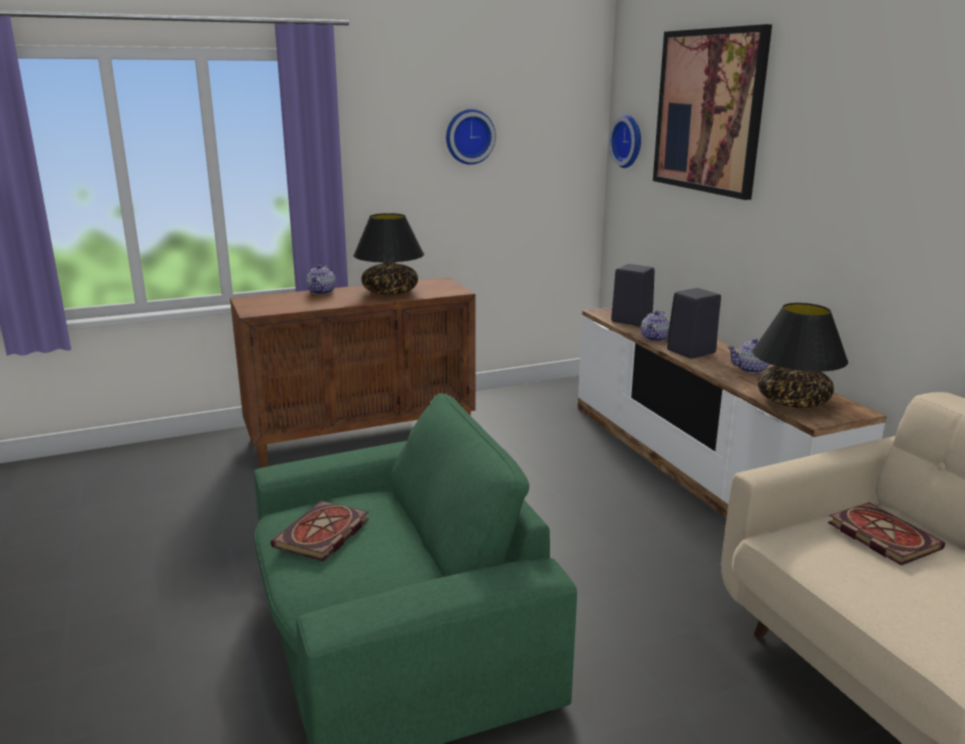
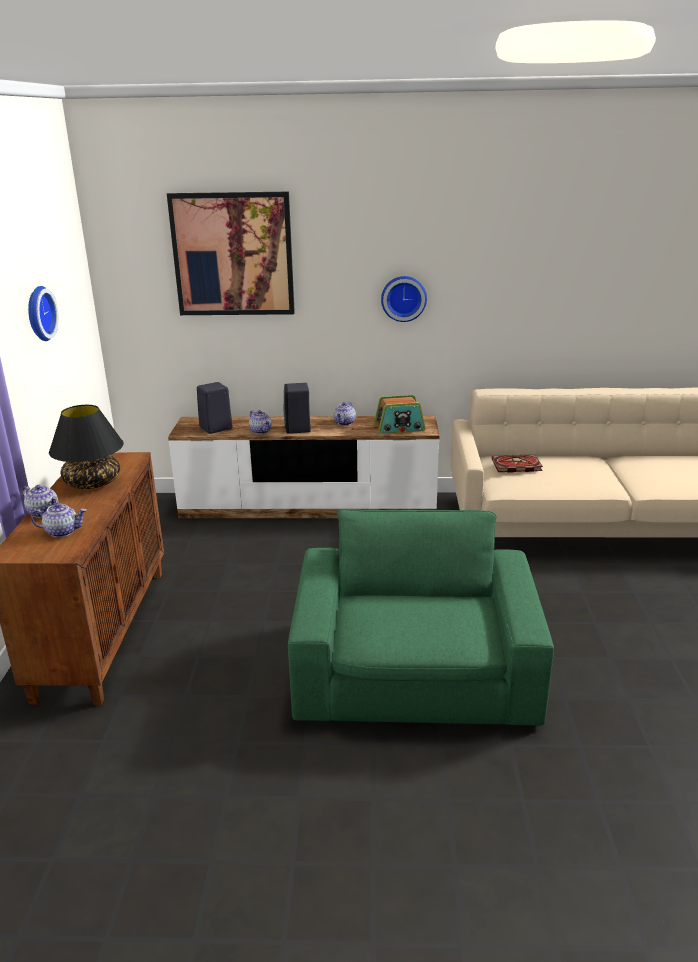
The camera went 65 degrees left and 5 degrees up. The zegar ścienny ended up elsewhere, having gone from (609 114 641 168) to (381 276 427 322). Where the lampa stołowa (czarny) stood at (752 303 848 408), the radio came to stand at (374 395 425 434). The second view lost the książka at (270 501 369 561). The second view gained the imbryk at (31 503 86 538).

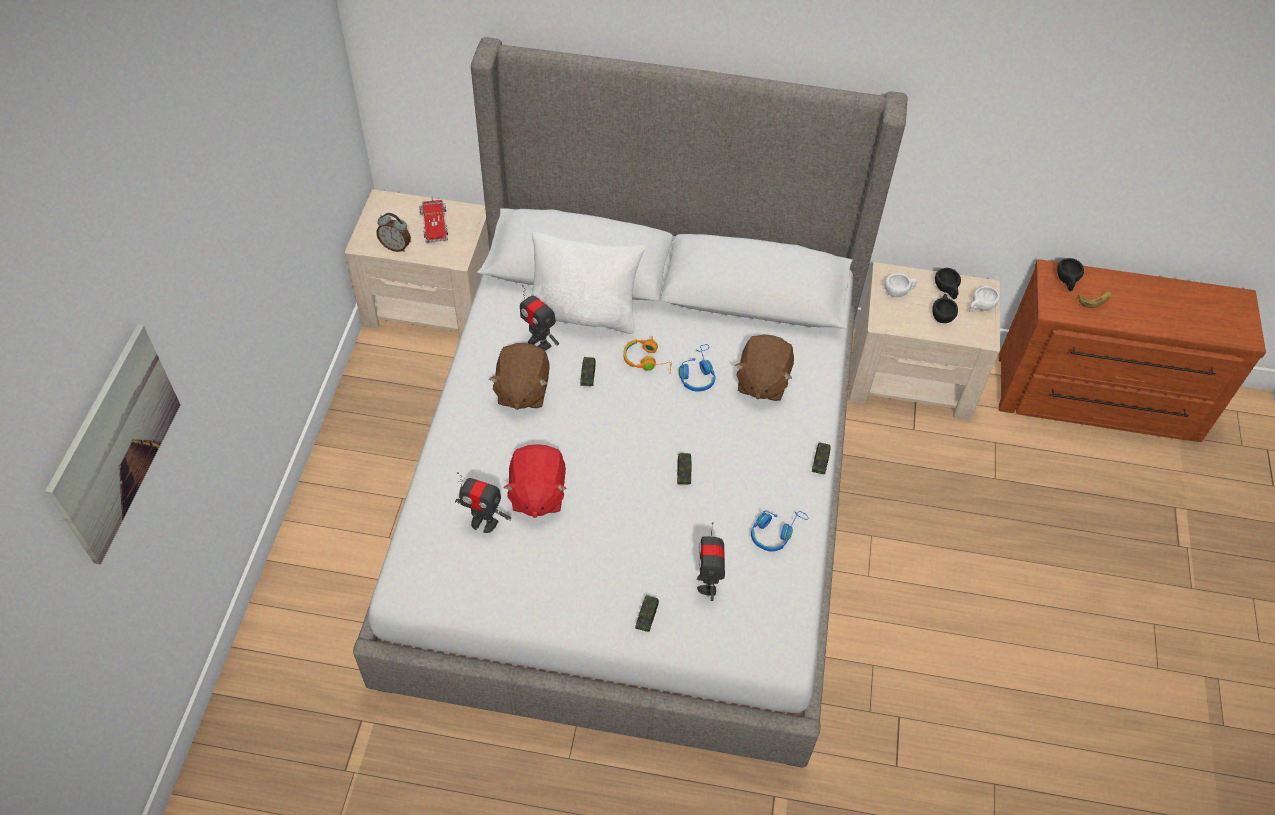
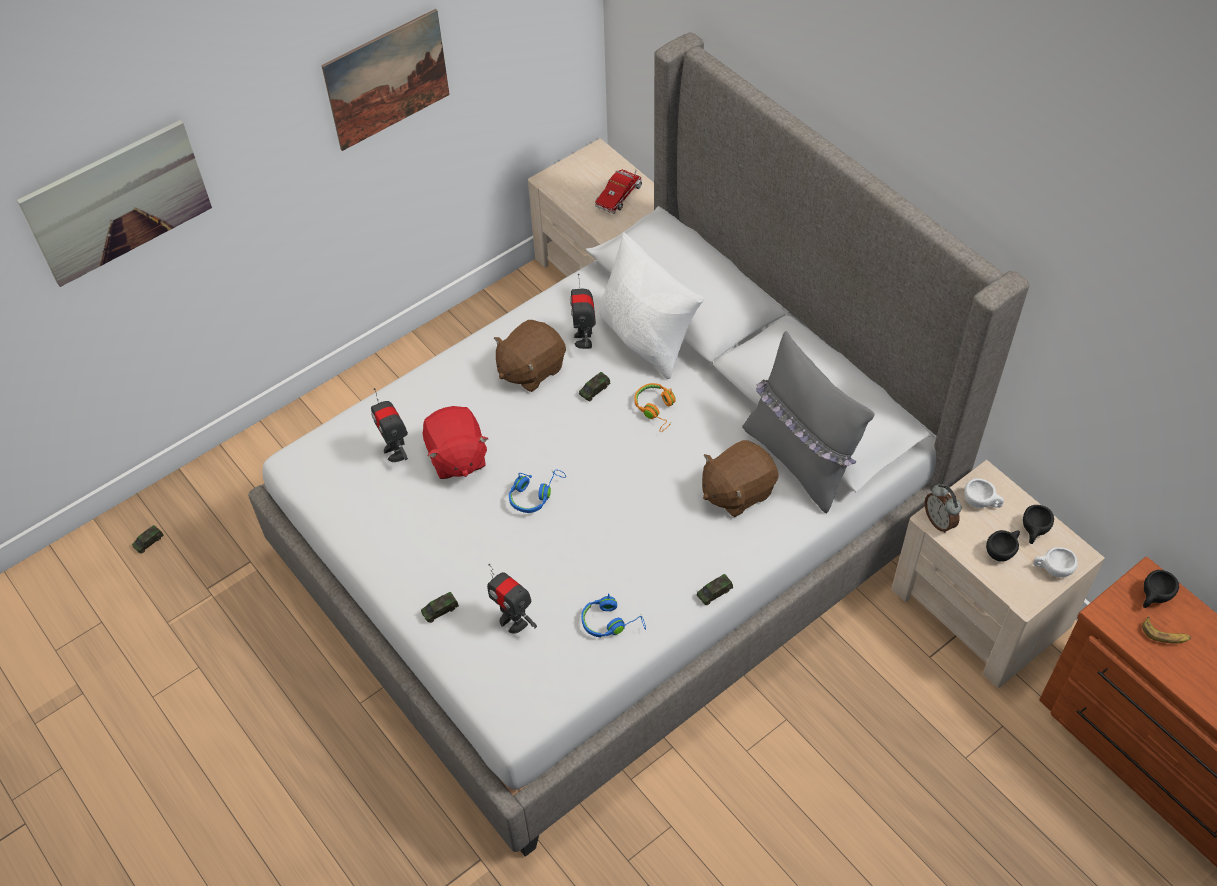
The camera went 45 degrees right and 0 degrees up. The budzik ended up elsewhere, having gone from (376 213 411 252) to (925 484 961 533). The słuchawki (niebieski) ended up elsewhere, having gone from (679 344 716 391) to (509 469 566 513). The pluszak (czerwony) at (503 444 567 518) ended up facing another way, 60 degrees counterclockwise from before. The samochodzik ended up elsewhere, having gone from (677 453 691 485) to (132 525 164 553). The robot zabawkowy at (697 522 725 601) ended up facing another way, 90 degrees counterclockwise from before. The second view gained the obraz at (321 9 450 151). The second view gained the poduszka (szary) at (742 331 875 513).

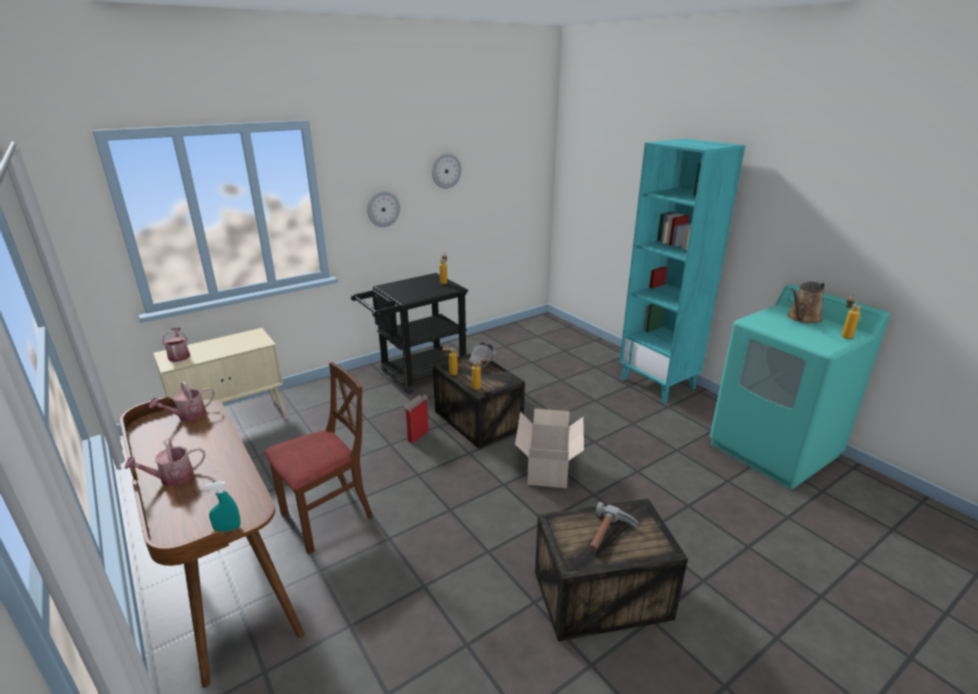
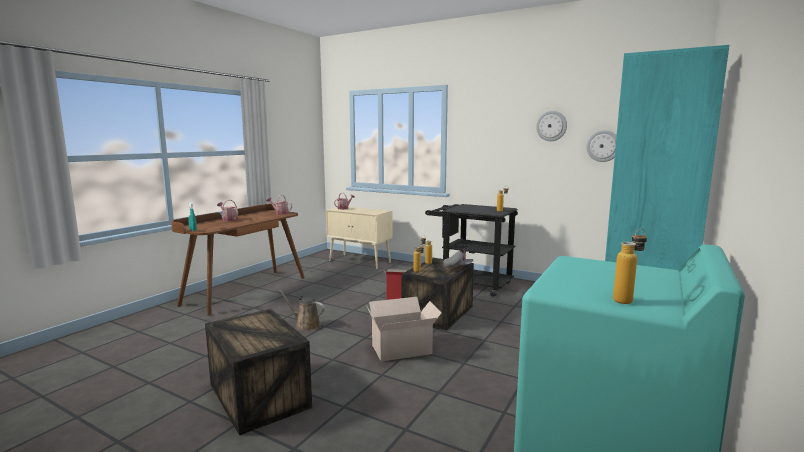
The camera went 65 degrees right and 15 degrees down. The zegar ścienny ended up elsewhere, having gone from (367 191 400 227) to (587 130 617 162). The konewka (brązowy) ended up elsewhere, having gone from (787 281 825 323) to (279 290 325 331). The second view lost the krzesło (brązowy) at (265 362 373 554). The second view lost the młotek at (590 502 638 552).

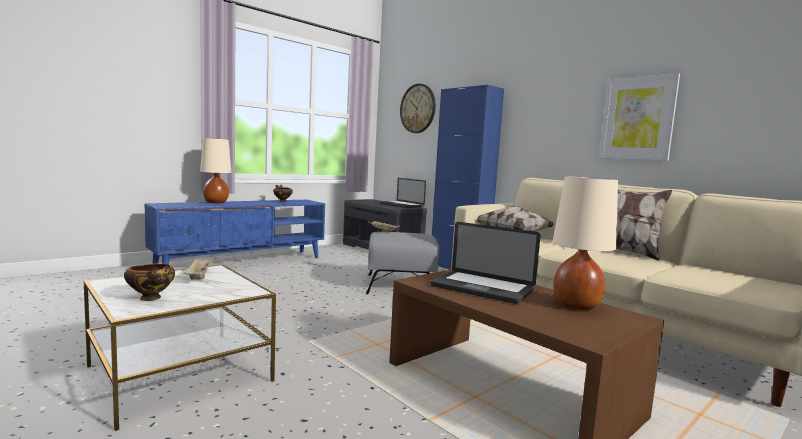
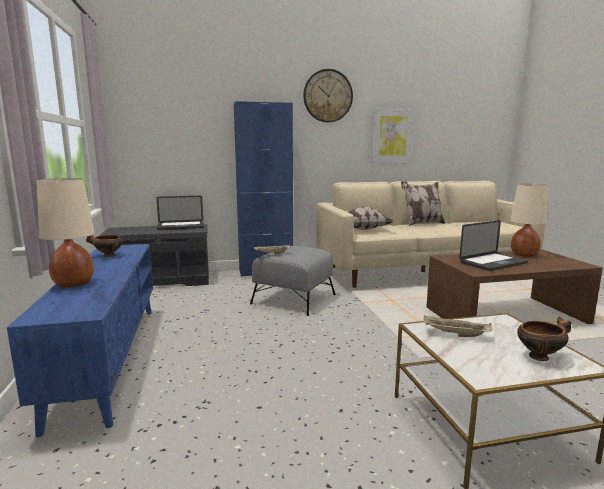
The camera went 60 degrees left and 5 degrees up. The zegar ścienny ended up elsewhere, having gone from (400 84 436 133) to (303 69 353 122).

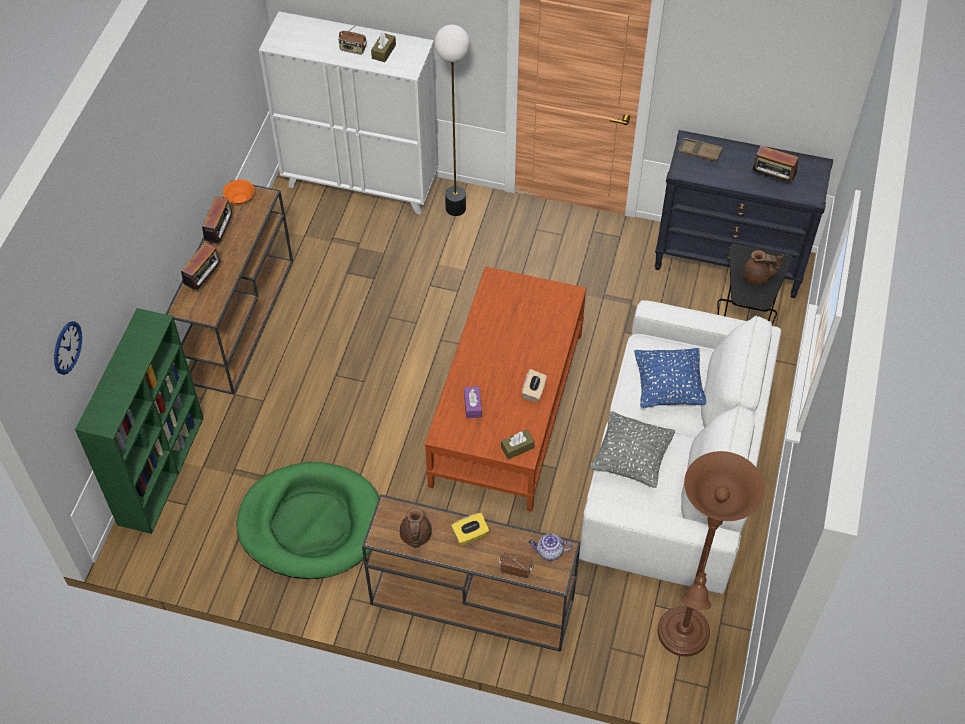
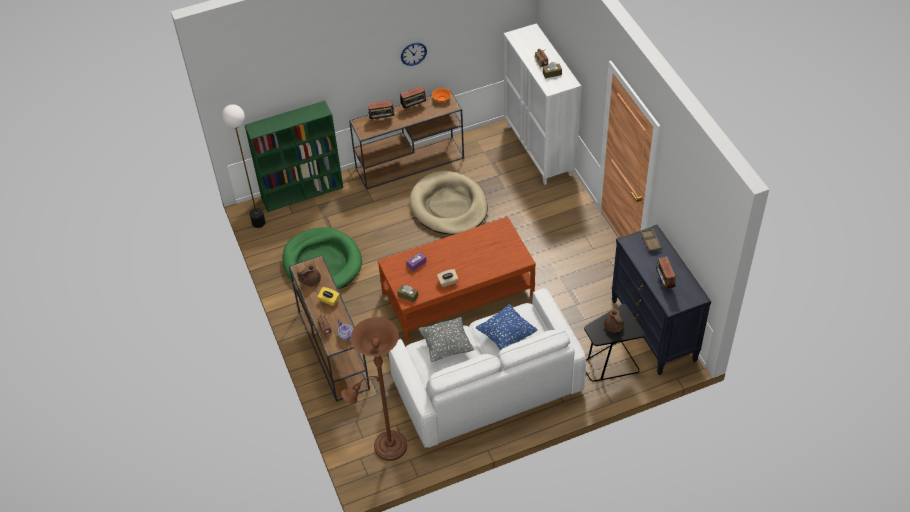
The camera went 55 degrees right and 5 degrees down. The lampa stojąca ended up elsewhere, having gone from (434 25 469 216) to (222 104 266 228). The zegar ścienny ended up elsewhere, having gone from (54 321 82 375) to (401 43 427 66). The second view gained the legowisko (beżowy) at (410 171 488 235).

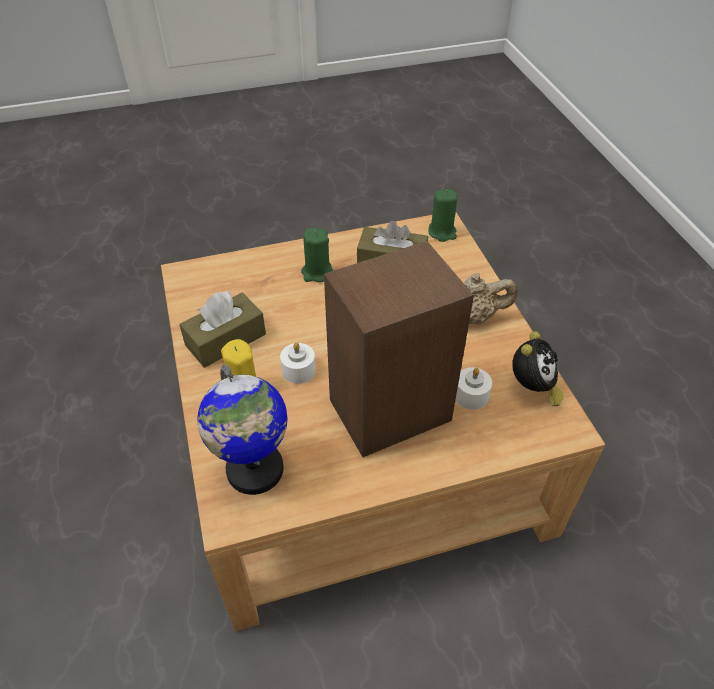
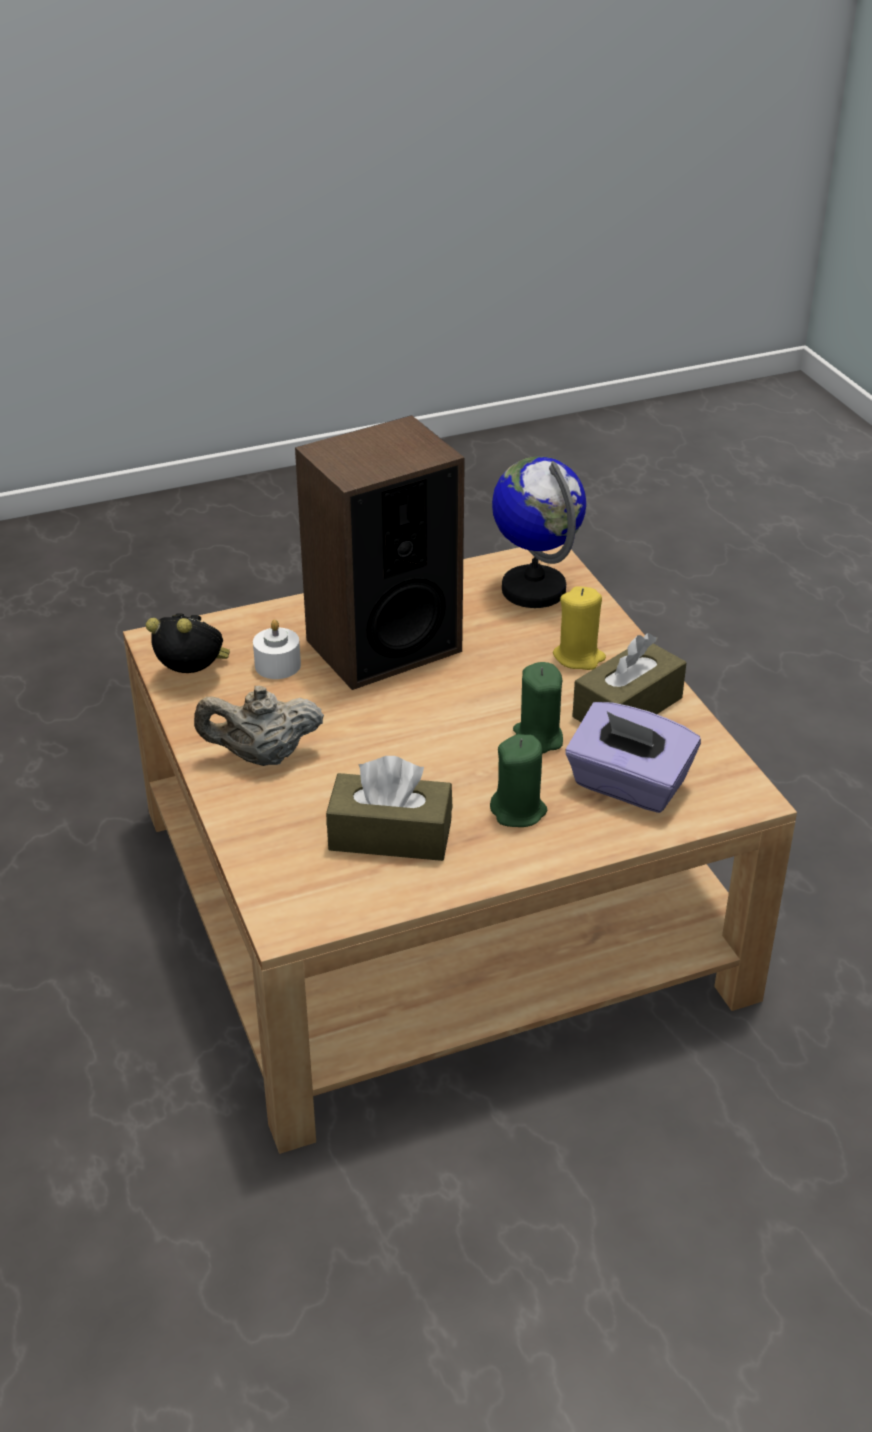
The camera went 175 degrees right and 10 degrees down. The świeca (zielony) ended up elsewhere, having gone from (428 189 458 242) to (513 662 563 754). The budzik at (512 331 564 406) ended up facing another way, 90 degrees clockwise from before. The second view lost the świeca (biały) at (280 342 316 384). The second view gained the pudełko chusteczek (fioletowy) at (565 702 701 813).

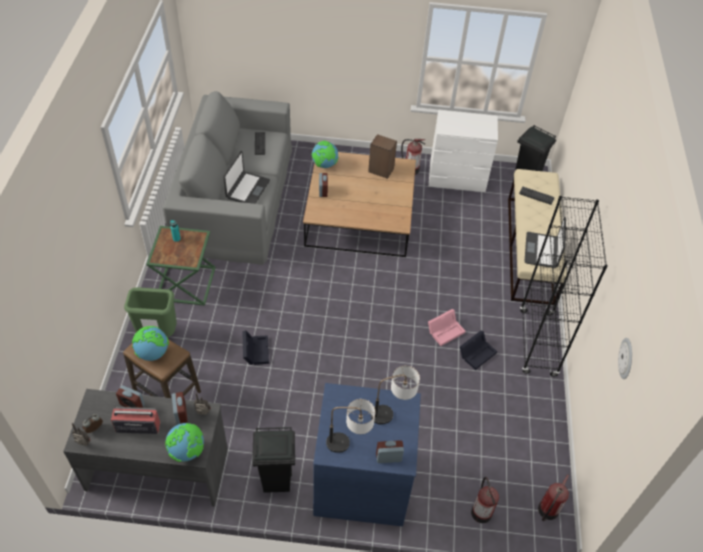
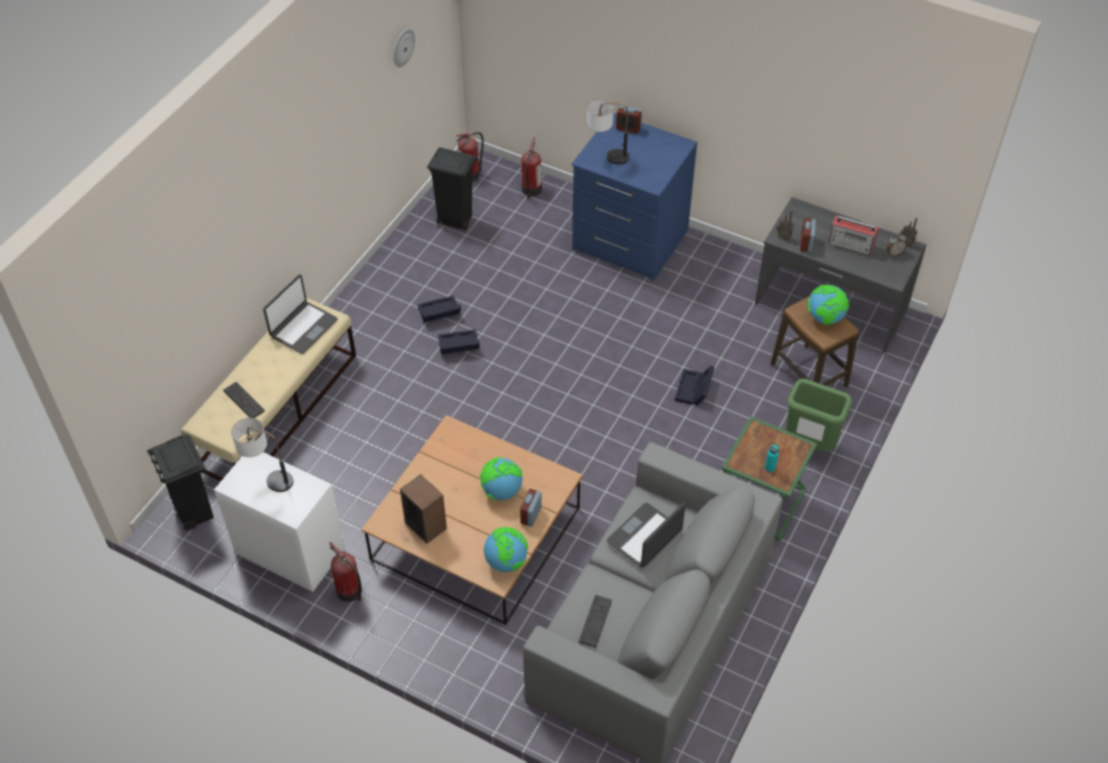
The camera went 155 degrees left and 0 degrees up. The second view lost the regał (czarny) at (520 196 608 377). What was the pojemnik do przechowywania (różowy) at (428 309 465 346) turned into the pojemnik do przechowywania (czarny) at (438 329 480 354). The second view lost the budzik at (116 385 145 408). The lampa stołowa ended up elsewhere, having gone from (326 399 375 453) to (231 418 293 492). The globus ended up elsewhere, having gone from (165 423 204 462) to (480 457 522 500). The kosz na śmieci (czarny) ended up elsewhere, having gone from (252 427 295 493) to (427 147 477 231).

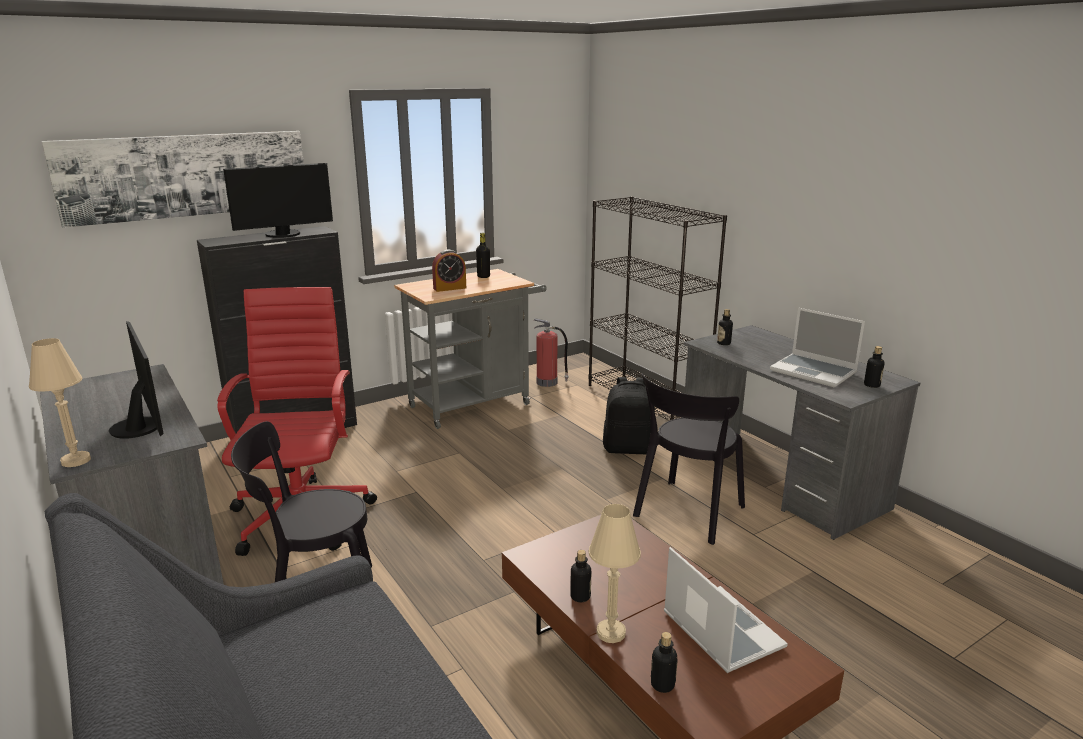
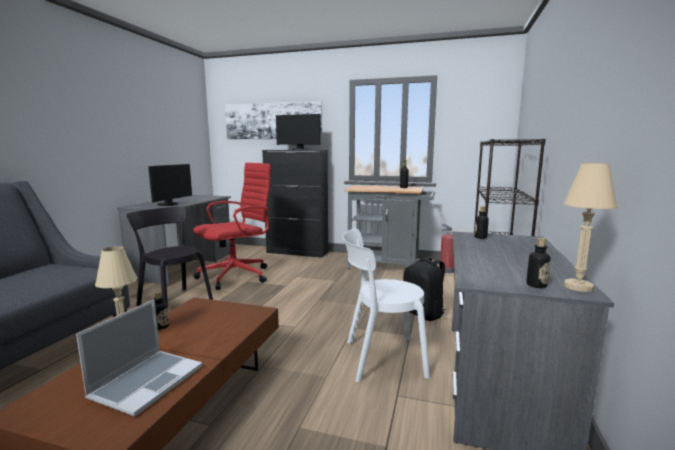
The camera went 50 degrees right and 10 degrees down. The second view lost the budzik at (432 250 466 292). The second view lost the laptop at (770 308 865 387). The lampa stołowa (beżowy) ended up elsewhere, having gone from (29 338 91 467) to (564 163 617 292). What was the krzesło (czarny) at (633 373 745 545) turned into the krzesło (biały) at (342 229 430 383). The second view lost the butelka at (651 632 678 693).

